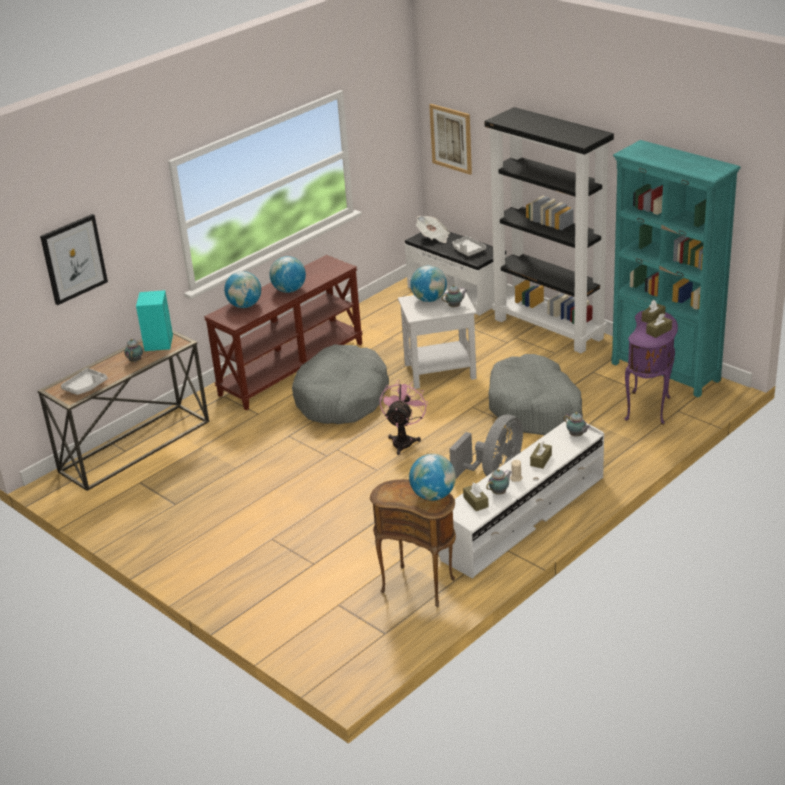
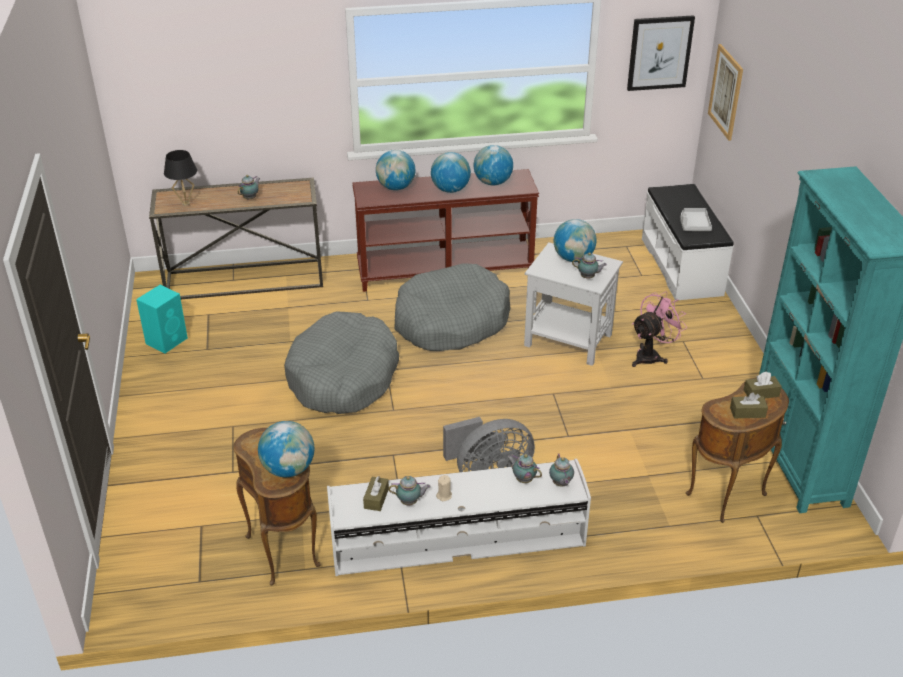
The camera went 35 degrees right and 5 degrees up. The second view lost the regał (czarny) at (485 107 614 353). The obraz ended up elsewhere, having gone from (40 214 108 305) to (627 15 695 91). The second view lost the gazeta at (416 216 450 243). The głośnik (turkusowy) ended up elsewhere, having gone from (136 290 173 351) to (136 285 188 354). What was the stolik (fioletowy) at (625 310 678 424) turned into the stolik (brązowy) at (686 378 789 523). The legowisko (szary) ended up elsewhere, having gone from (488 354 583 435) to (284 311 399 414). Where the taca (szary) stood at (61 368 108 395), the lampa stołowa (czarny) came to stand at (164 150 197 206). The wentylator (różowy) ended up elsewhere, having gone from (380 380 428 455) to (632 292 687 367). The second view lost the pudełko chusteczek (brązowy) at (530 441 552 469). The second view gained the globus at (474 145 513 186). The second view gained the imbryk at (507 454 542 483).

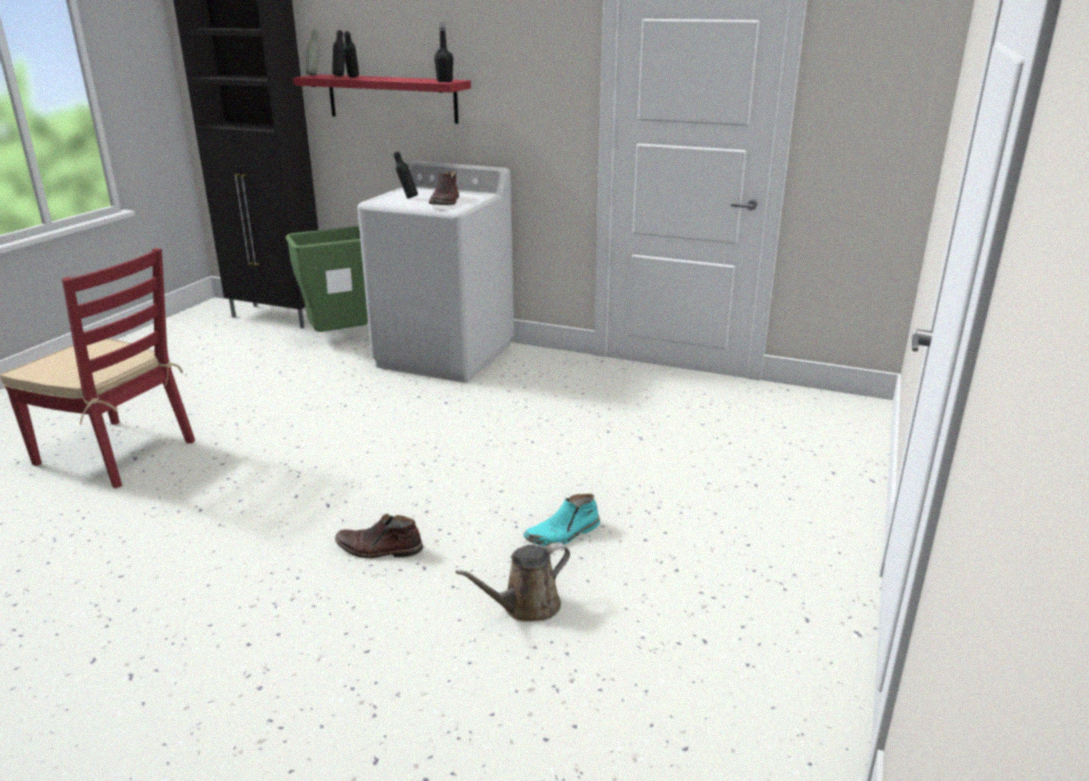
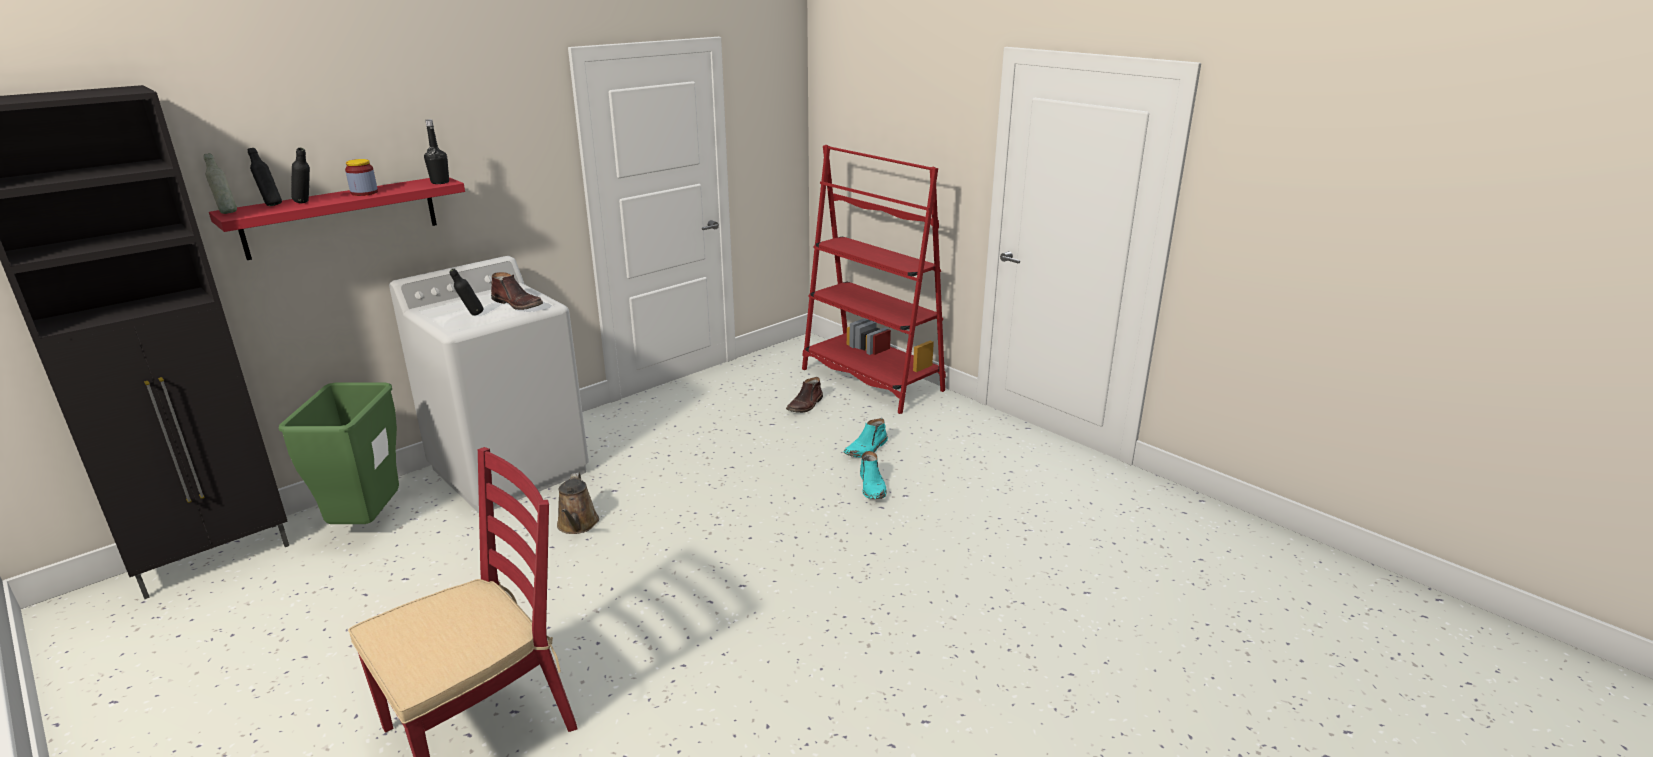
The camera went 65 degrees left and 0 degrees up. The but z cholewką (brązowy) ended up elsewhere, having gone from (335 514 423 558) to (786 377 823 413). The konewka (brązowy) ended up elsewhere, having gone from (455 542 570 622) to (557 473 599 534). The second view gained the regał (czerwony) at (802 145 946 414). The second view gained the słoik at (345 159 378 196). The second view gained the but z cholewką (turkusowy) at (844 418 888 458).

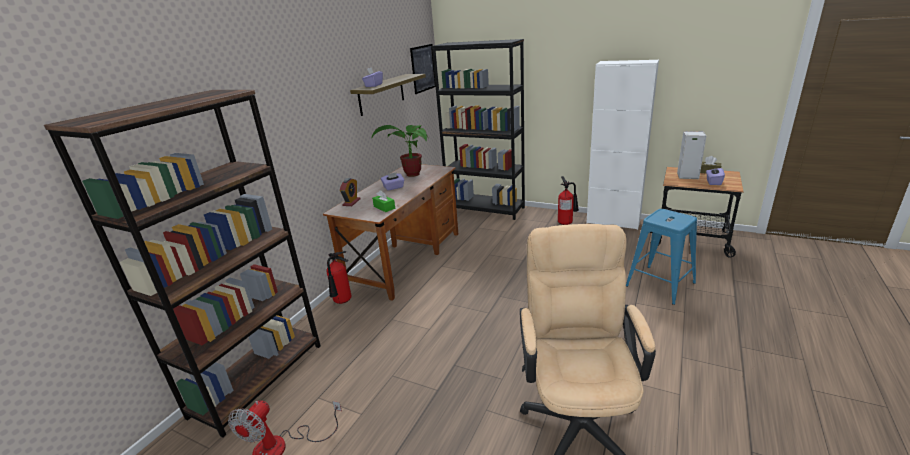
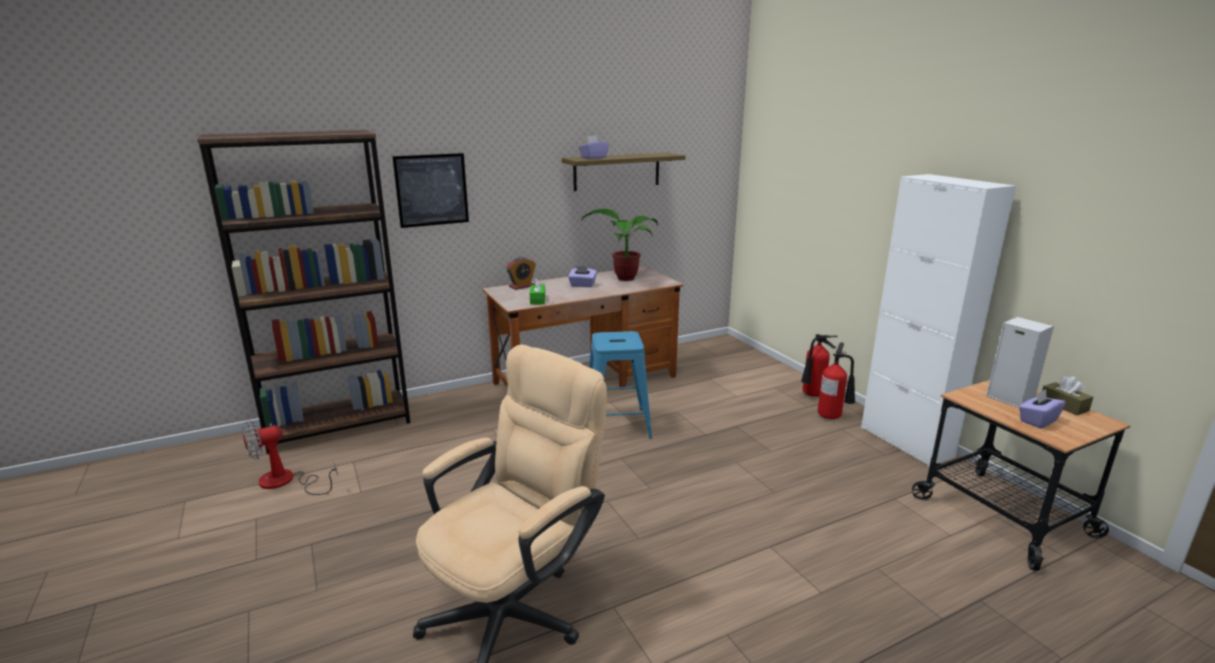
The camera went 35 degrees right and 5 degrees down. The second view lost the regał (czarny) at (431 39 525 220). The obraz ended up elsewhere, having gone from (410 44 436 94) to (392 153 469 228). The stołek (niebieski) ended up elsewhere, having gone from (626 209 697 305) to (589 331 652 439). The gaśnica ended up elsewhere, having gone from (327 251 352 304) to (801 334 838 397).

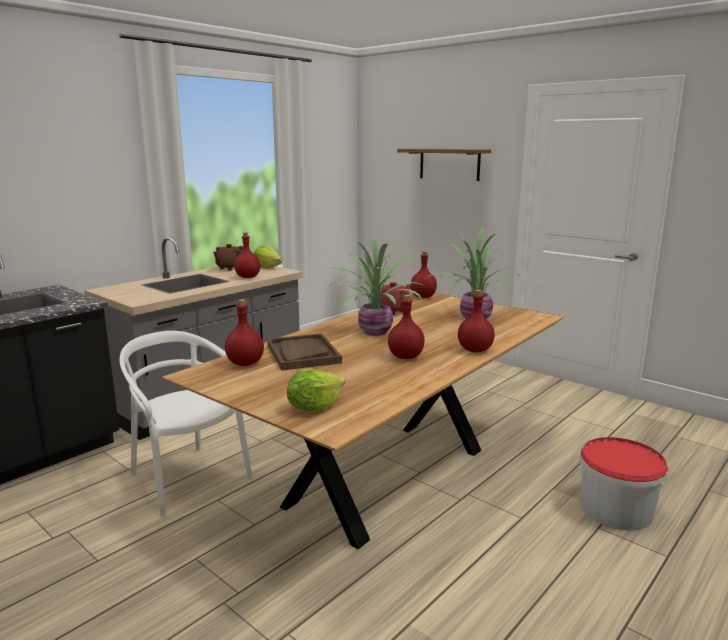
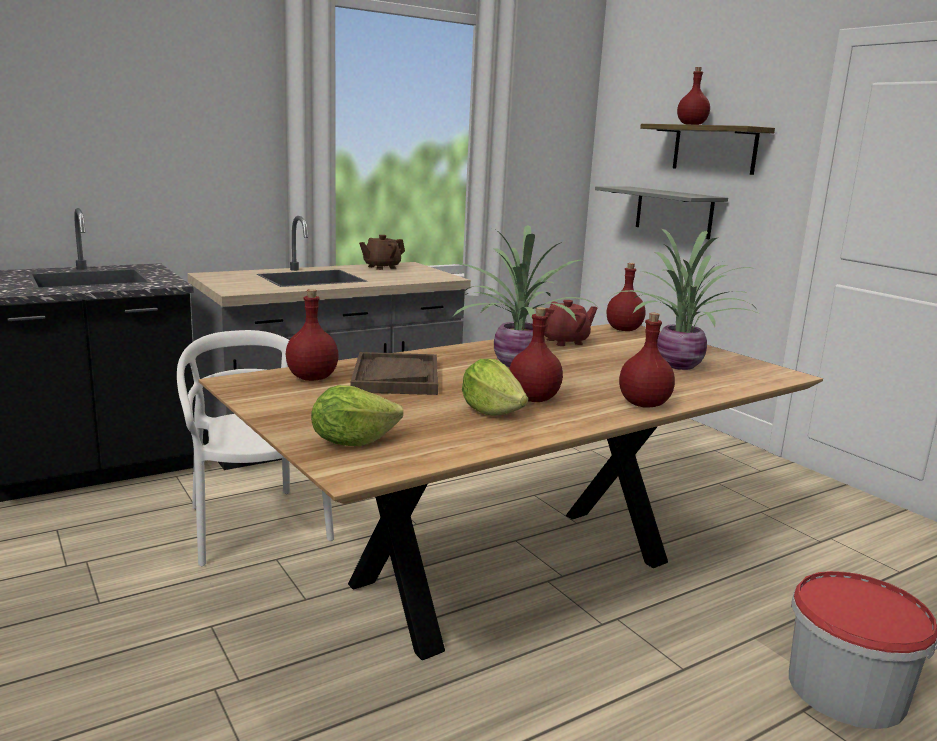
The camera went 15 degrees right and 0 degrees up. The butelka (czerwony) ended up elsewhere, having gone from (234 233 260 278) to (677 67 710 125). The sałata ended up elsewhere, having gone from (254 246 283 269) to (462 359 528 416). The second view gained the półka (szary) at (595 186 728 239).

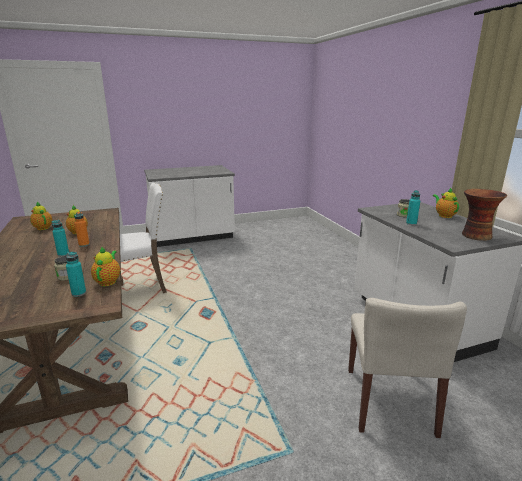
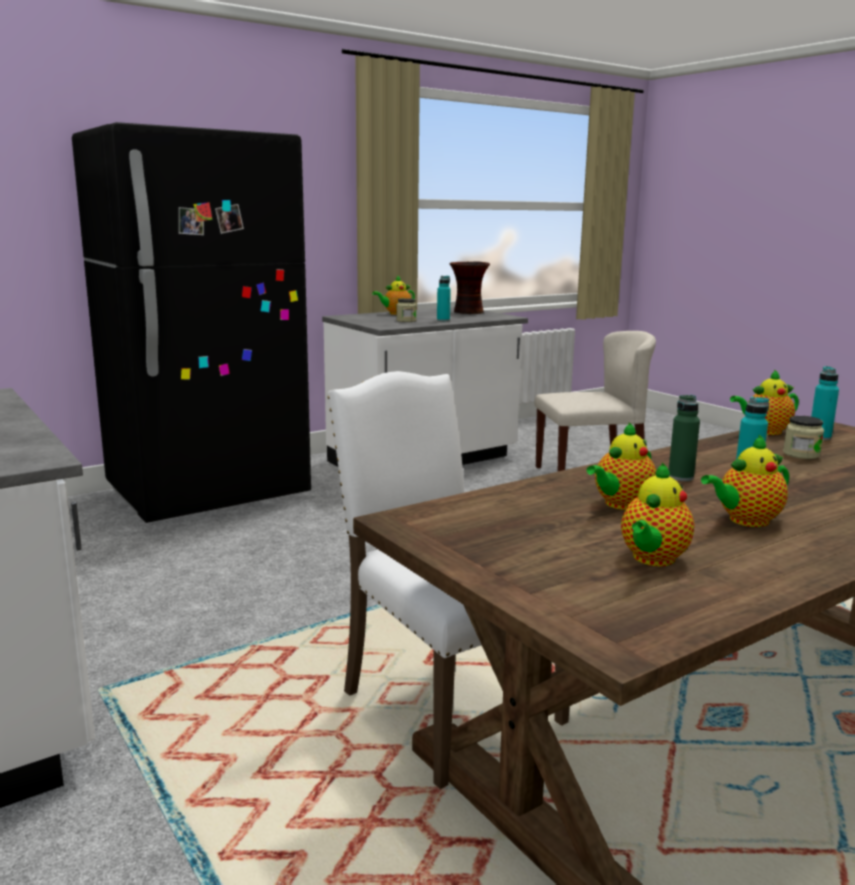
The camera went 105 degrees left and 5 degrees down. What was the butelka (pomarańczowy) at (75 211 90 247) turned into the butelka (zielony) at (669 395 700 481). The second view gained the lodówka (czarny) at (72 122 311 523). The second view gained the imbryk at (701 435 789 527).

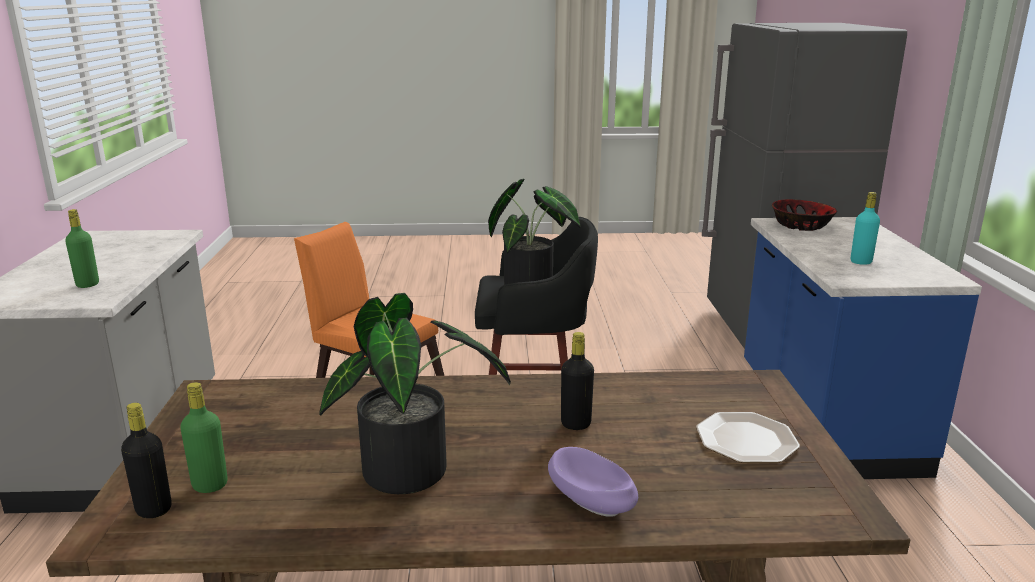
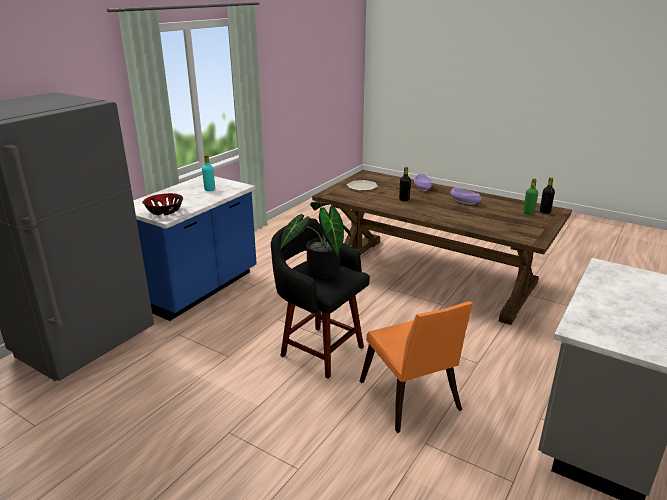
The camera went 145 degrees left and 5 degrees up. The second view lost the butelka (zielony) at (65 209 99 288). Where the roślina doniczkowa stood at (319 293 511 494), the miska (fioletowy) came to stand at (450 188 482 205).

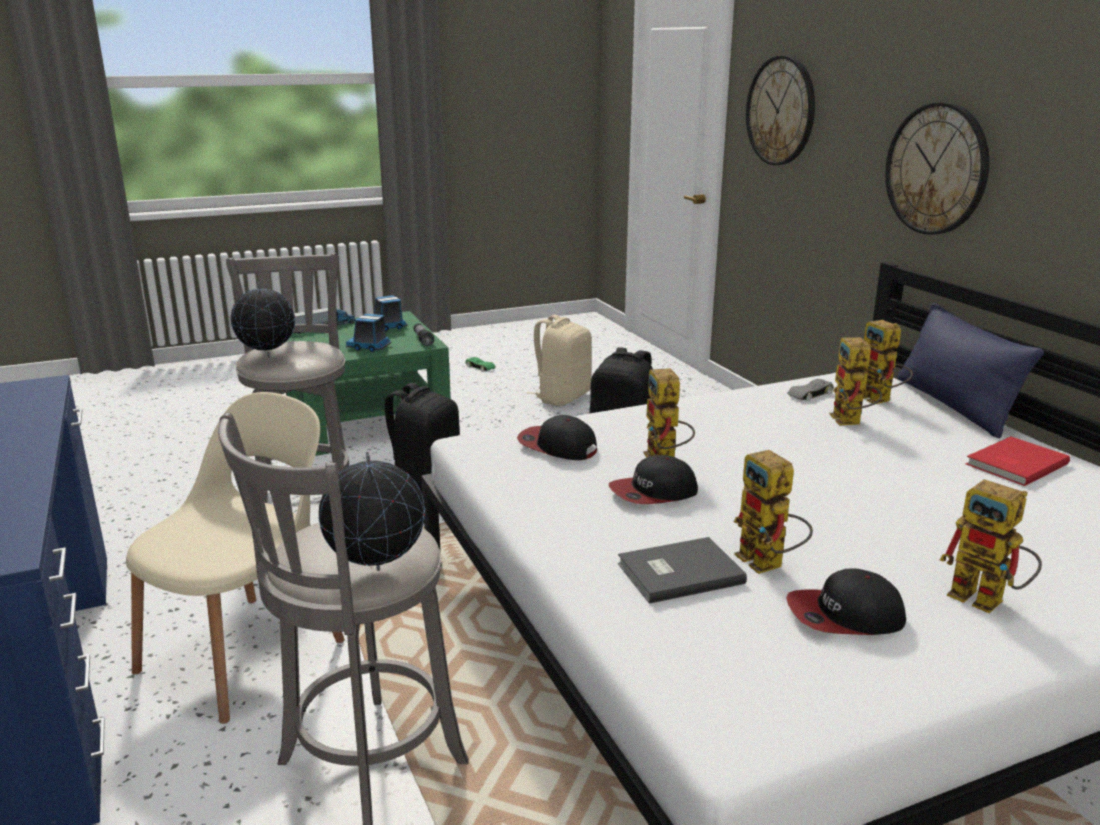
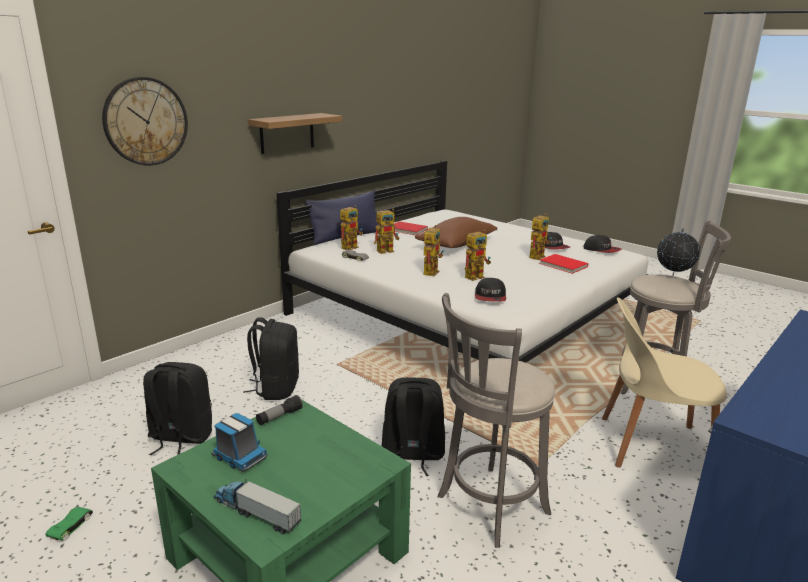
The camera went 115 degrees left and 0 degrees up. Where the zegar ścienny hung at (885 102 989 235), the półka came to hang at (248 113 343 154). The second view lost the globus at (230 281 295 357). The second view lost the ciężarówka zabawkowa at (346 314 392 352). What was the plecak (beżowy) at (527 315 592 406) turned into the plecak (czarny) at (143 362 212 455). The czapka z daszkiem ended up elsewhere, having gone from (609 455 698 504) to (583 235 621 253). The robot zabawkowy ended up elsewhere, having gone from (940 479 1042 614) to (424 225 444 276). What was the książka (szary) at (618 537 747 604) turned into the książka (czerwony) at (539 254 588 274). The second view gained the poduszka (brązowy) at (415 217 497 248).

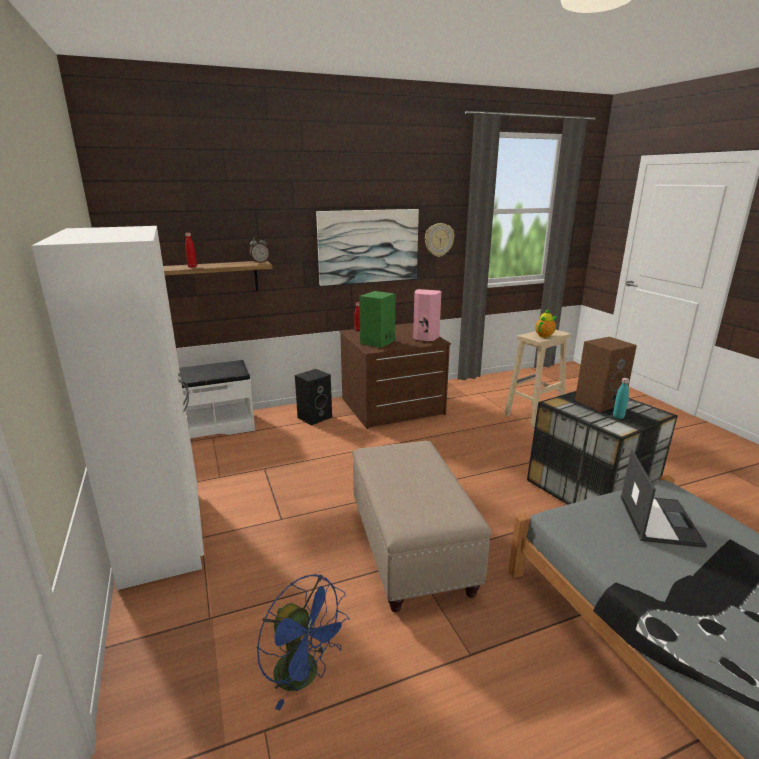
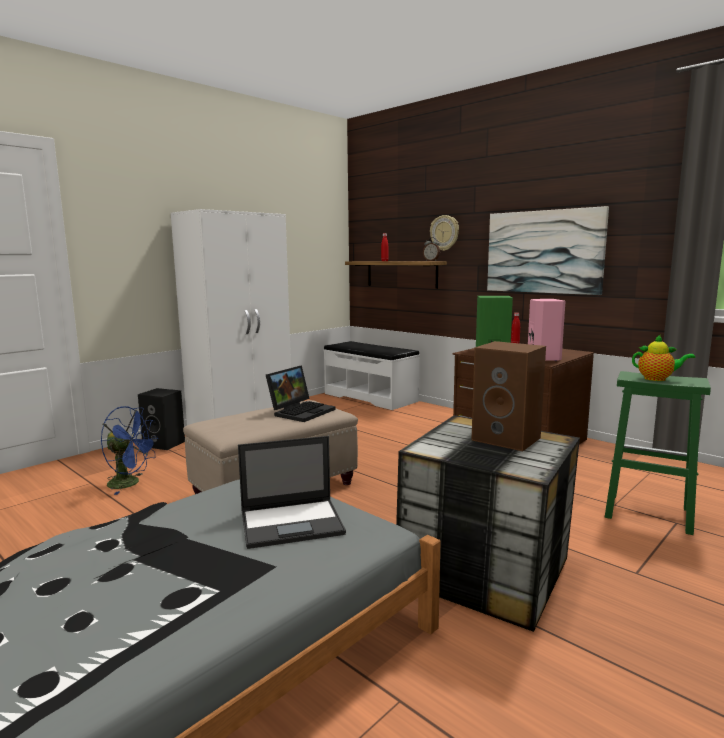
The camera went 65 degrees right and 10 degrees down. The zegar ścienny ended up elsewhere, having gone from (425 223 454 257) to (430 215 459 251). What was the stołek (beżowy) at (504 330 571 429) turned into the stołek (zielony) at (605 371 711 535). The głośnik (czarny) ended up elsewhere, having gone from (295 369 332 425) to (138 388 185 450). The second view lost the butelka (turkusowy) at (613 378 629 419). The wentylator (niebieski) at (257 574 350 710) ended up facing another way, 90 degrees counterclockwise from before. The second view gained the laptop at (266 365 336 422).

